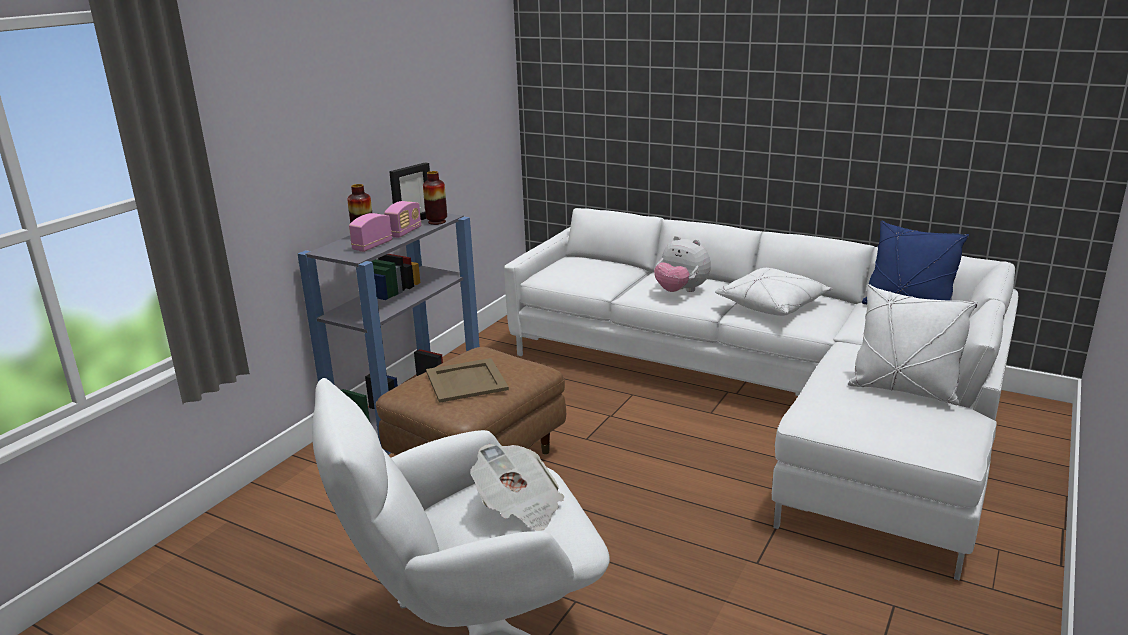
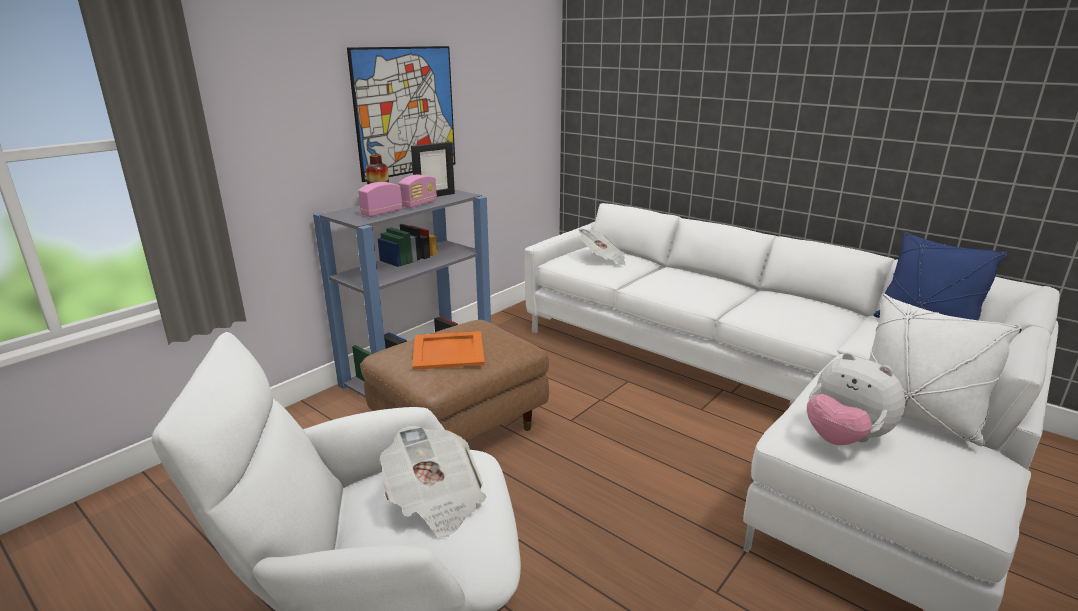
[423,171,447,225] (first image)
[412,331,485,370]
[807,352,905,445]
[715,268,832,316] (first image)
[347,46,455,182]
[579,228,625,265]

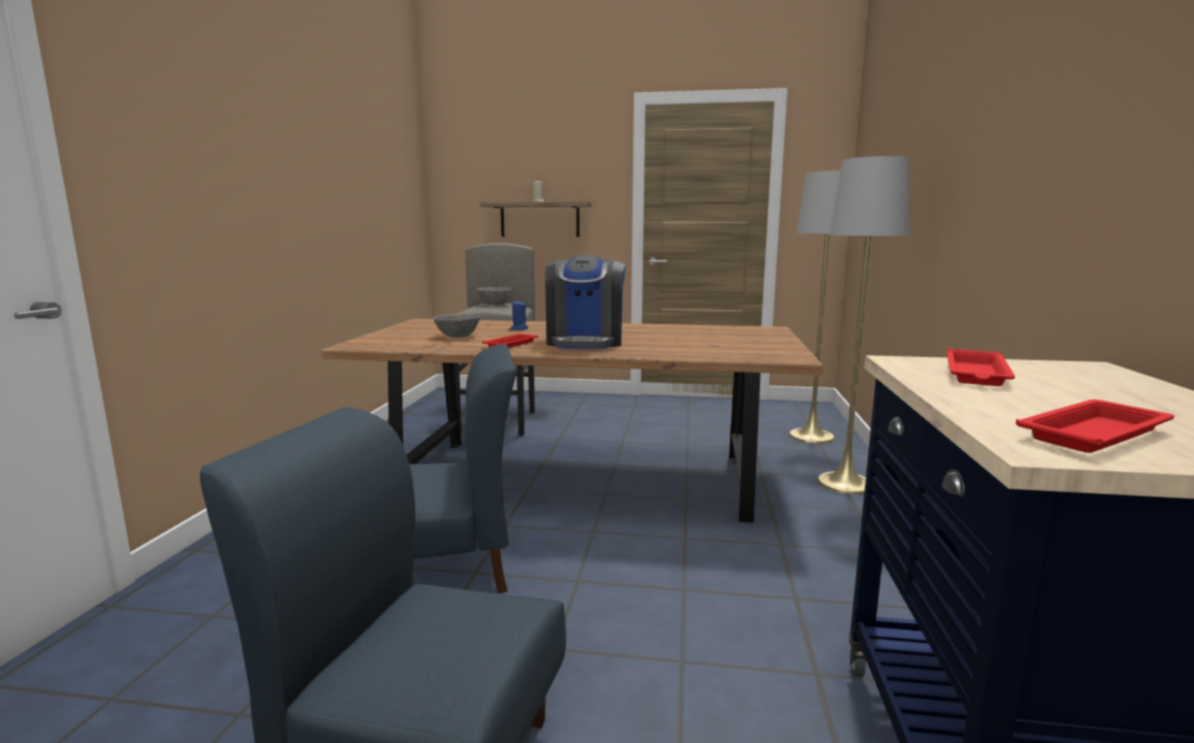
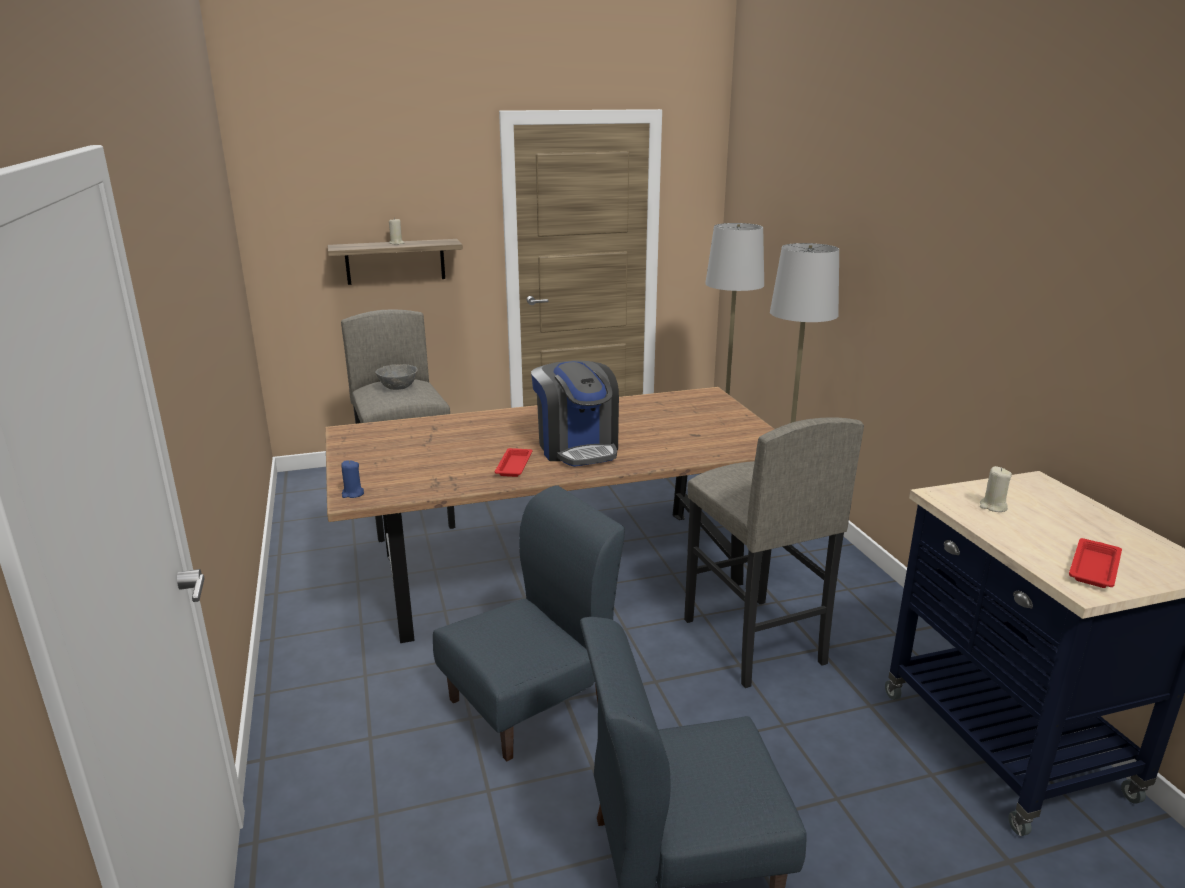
[433,314,480,338] (first image)
[341,460,364,498]
[980,466,1012,512]
[684,417,864,688]

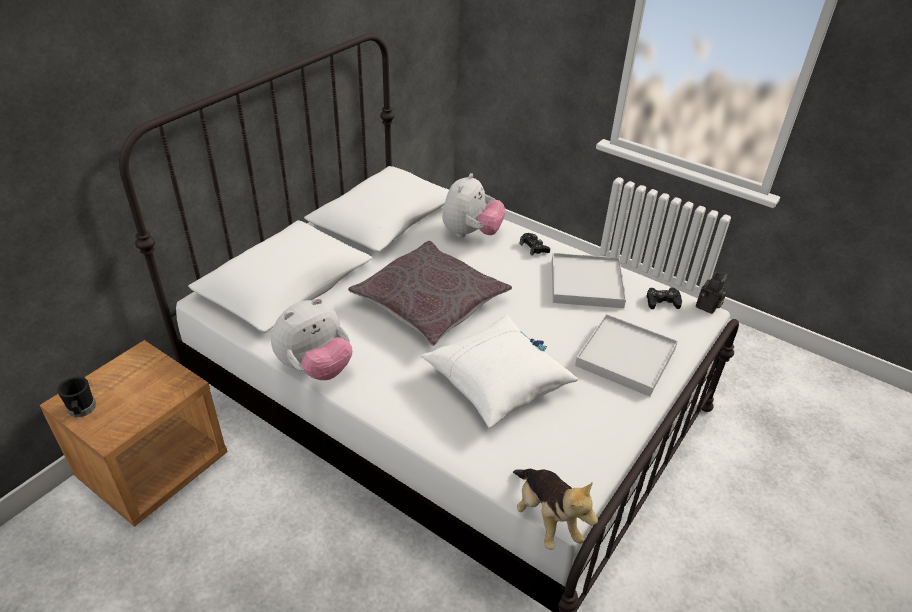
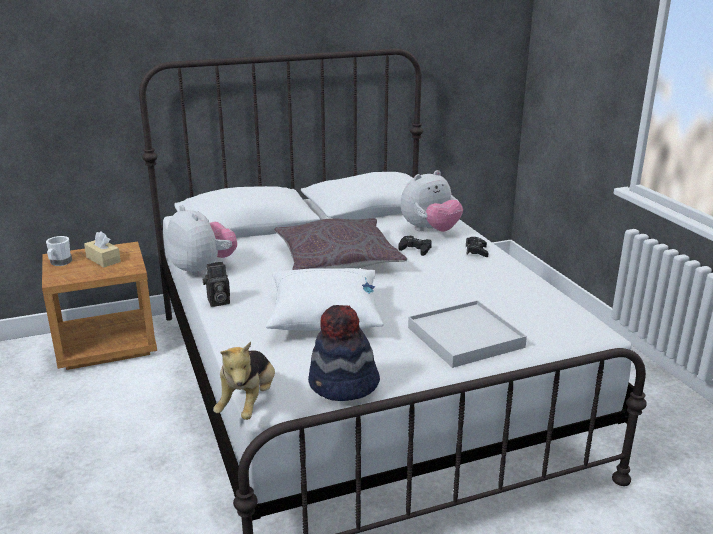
[46,236,72,266]
[167,205,237,277]
[552,253,626,308] (first image)
[399,236,432,256]
[203,262,230,307]
[84,231,121,267]
[308,305,380,401]

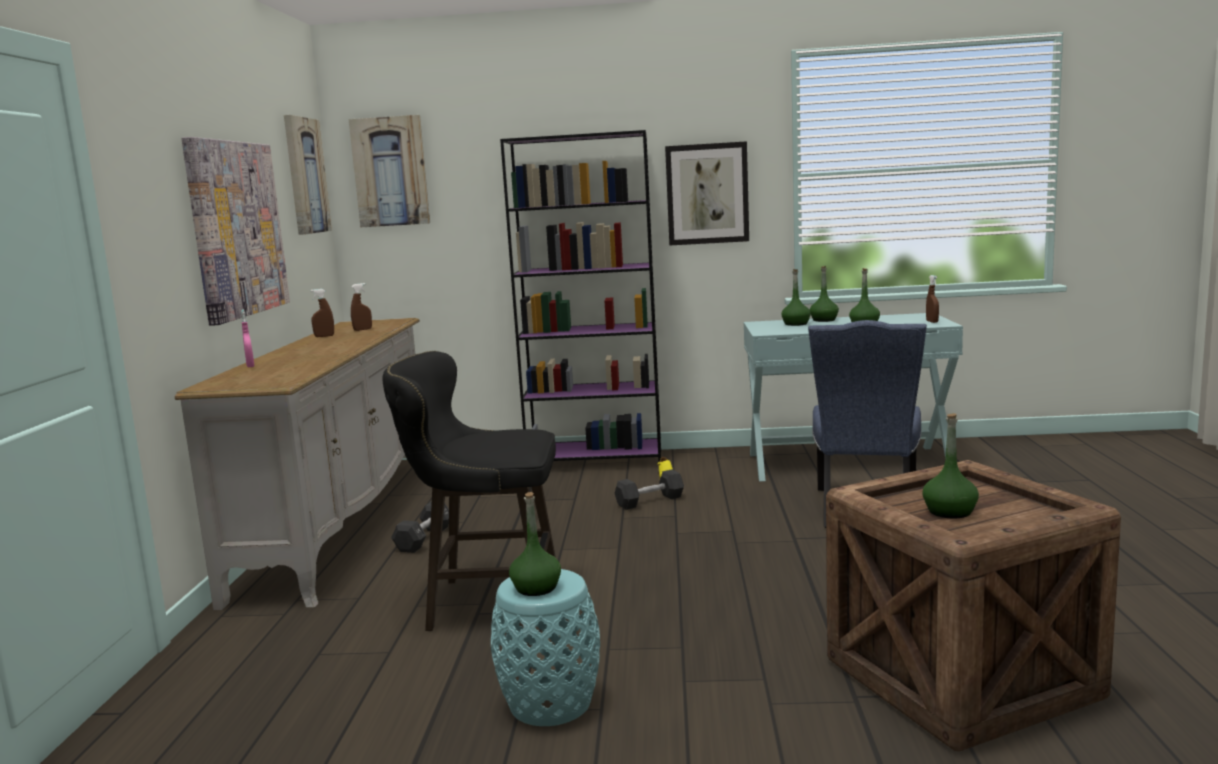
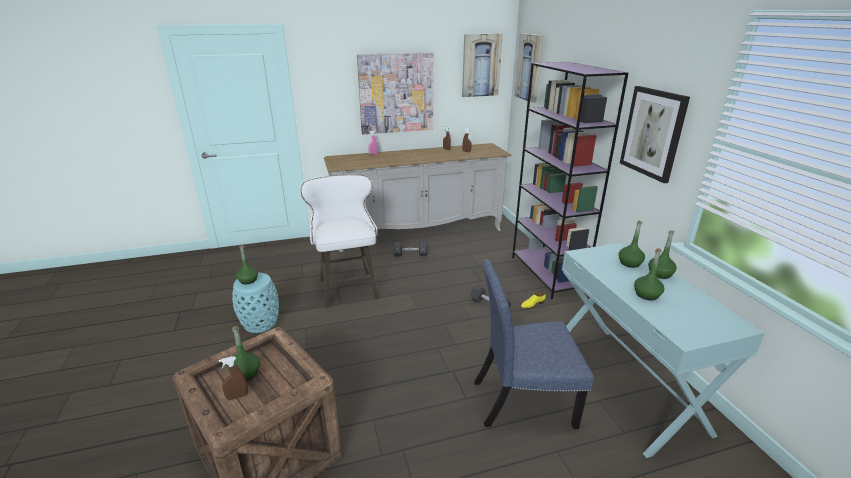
[299,175,378,308]
[218,356,248,400]

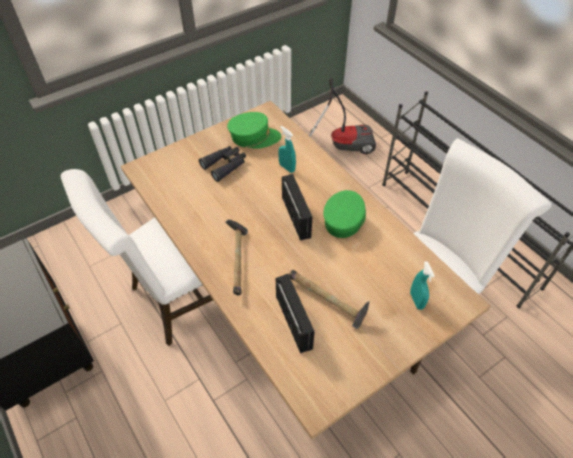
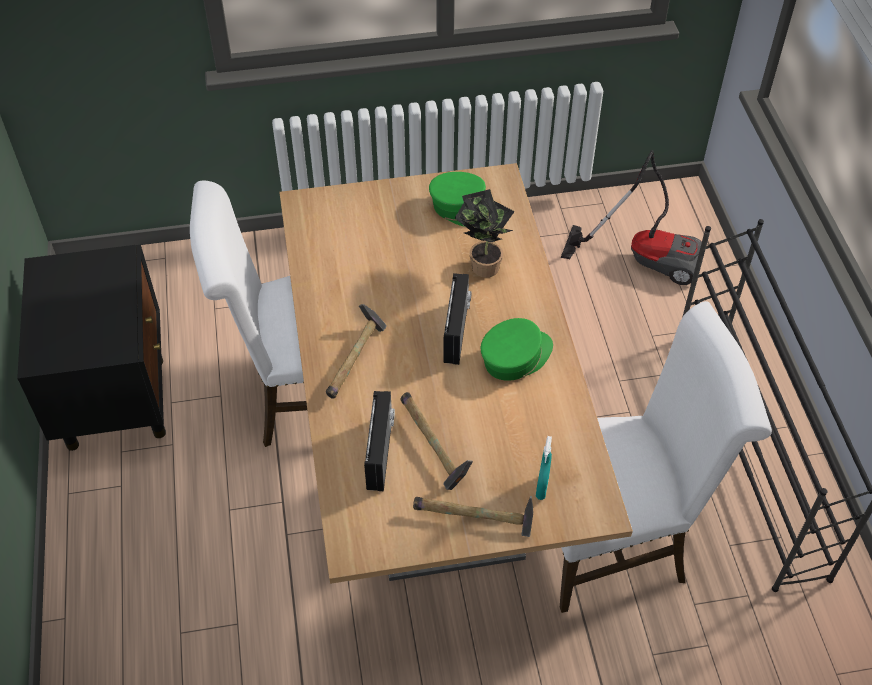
[199,146,246,182] (first image)
[455,189,515,277]
[413,496,533,537]

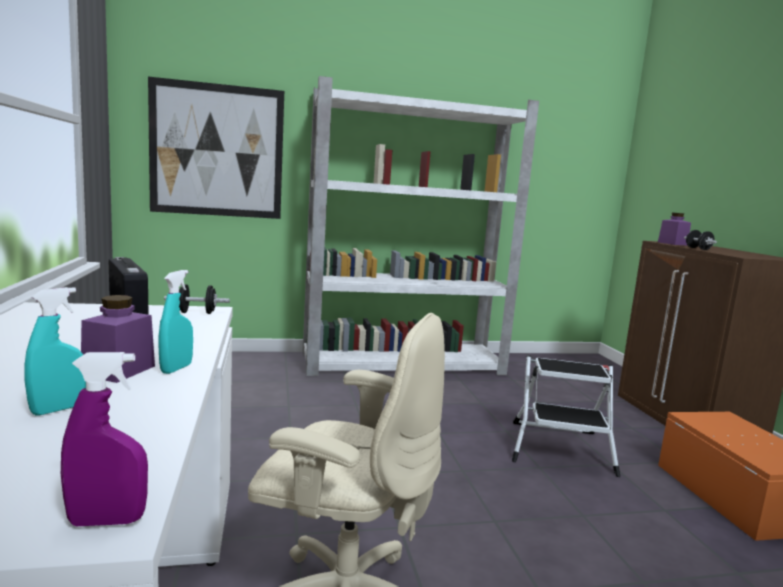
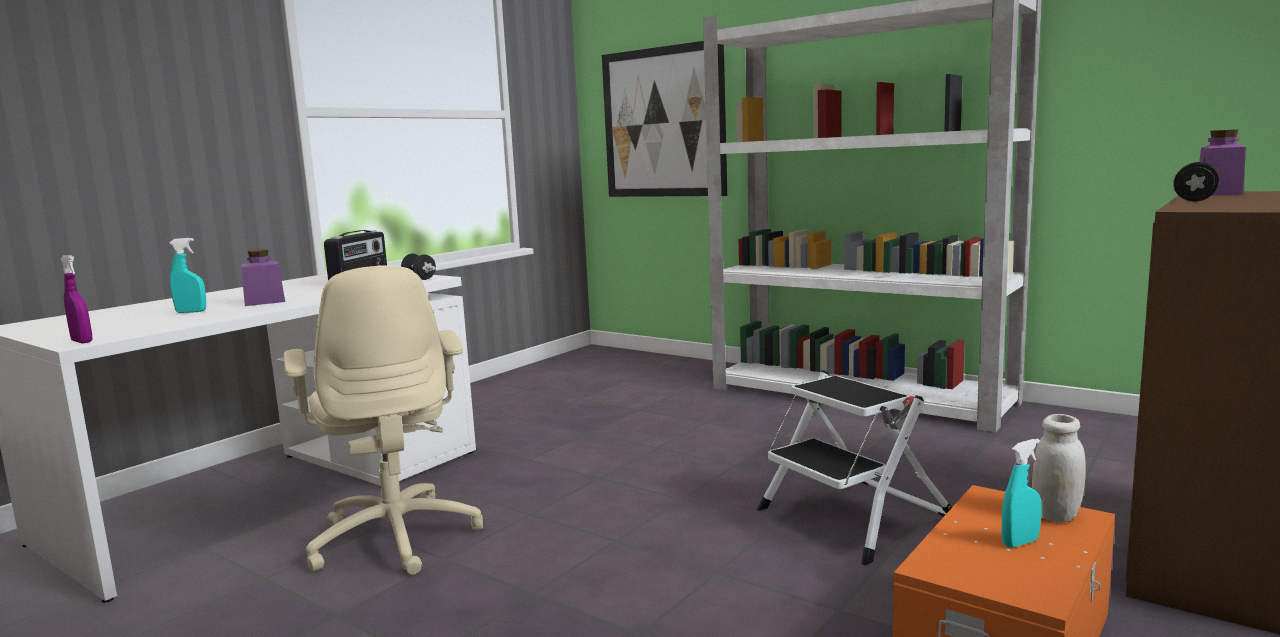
[1002,439,1042,548]
[1032,414,1086,523]

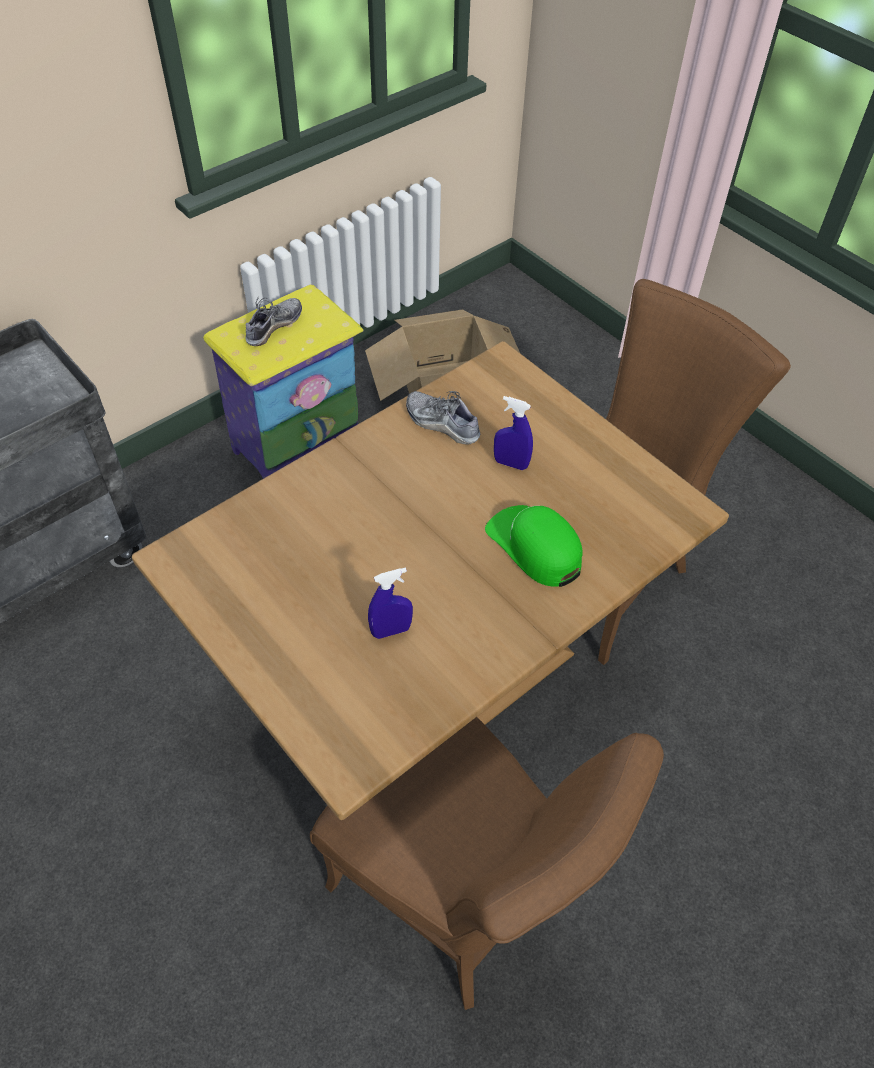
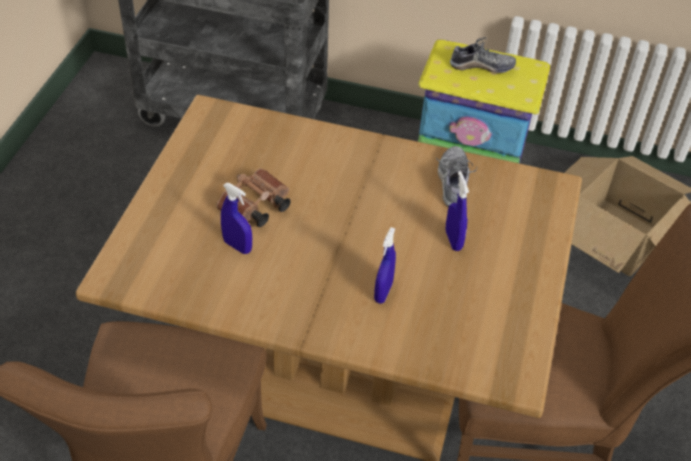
[374,227,396,303]
[216,168,291,227]

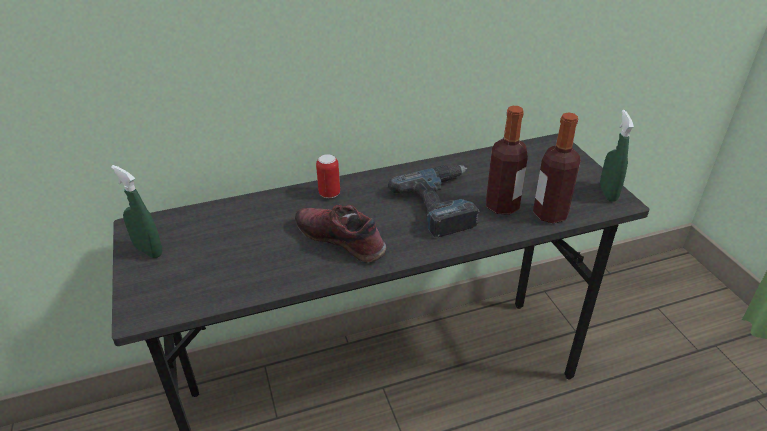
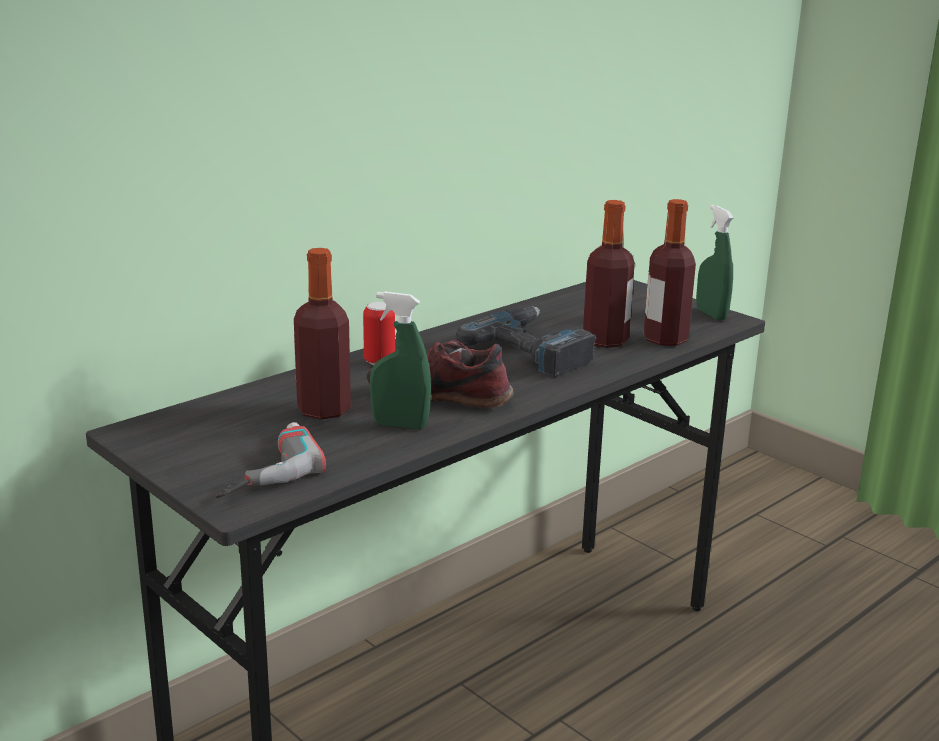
[370,292,431,429]
[216,422,326,498]
[294,248,351,420]

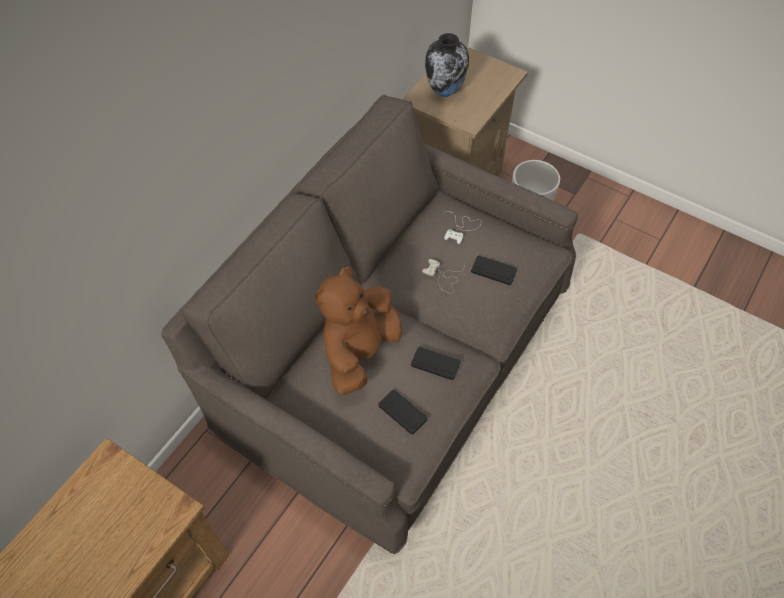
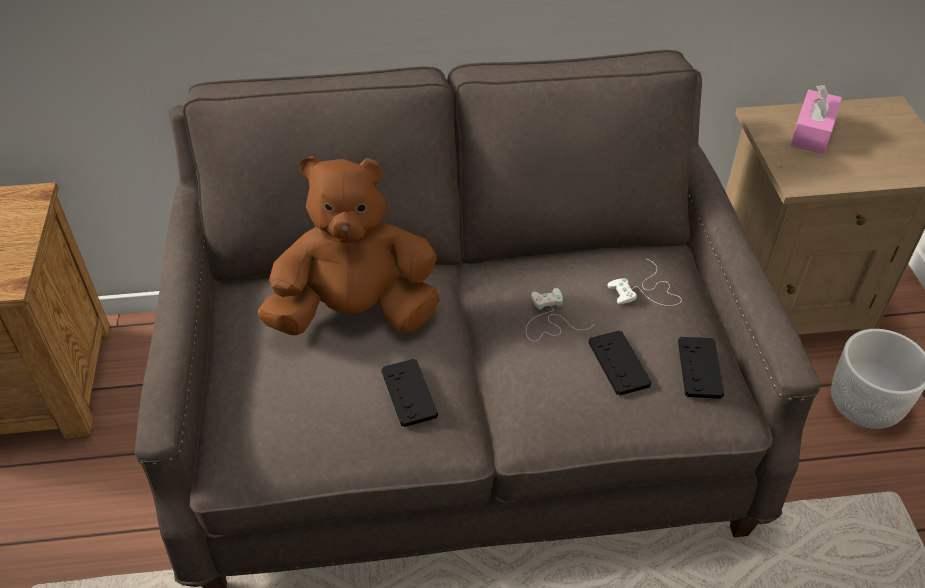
[678,337,724,399]
[790,85,842,154]

